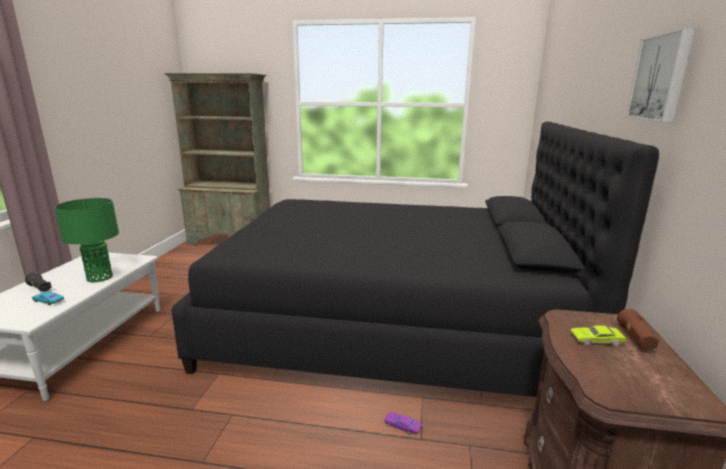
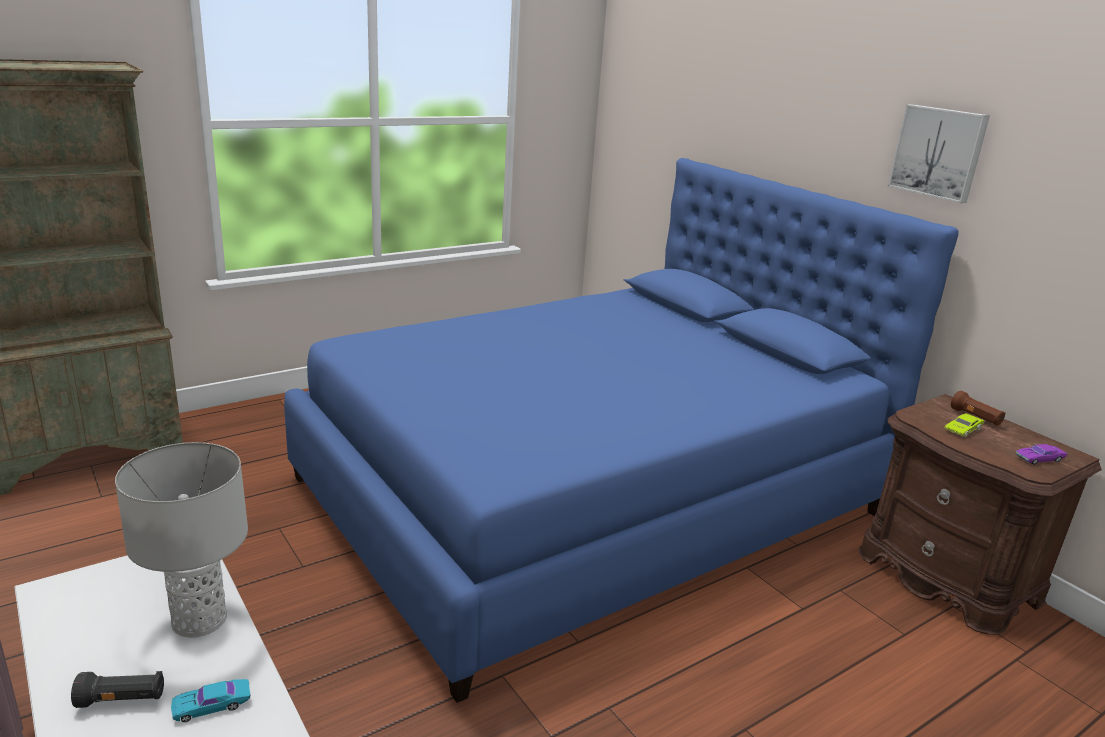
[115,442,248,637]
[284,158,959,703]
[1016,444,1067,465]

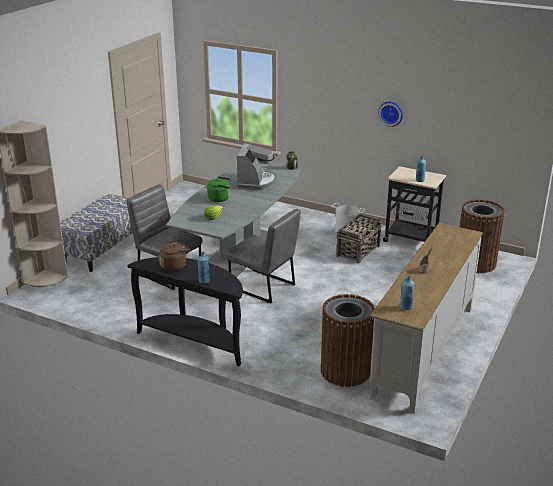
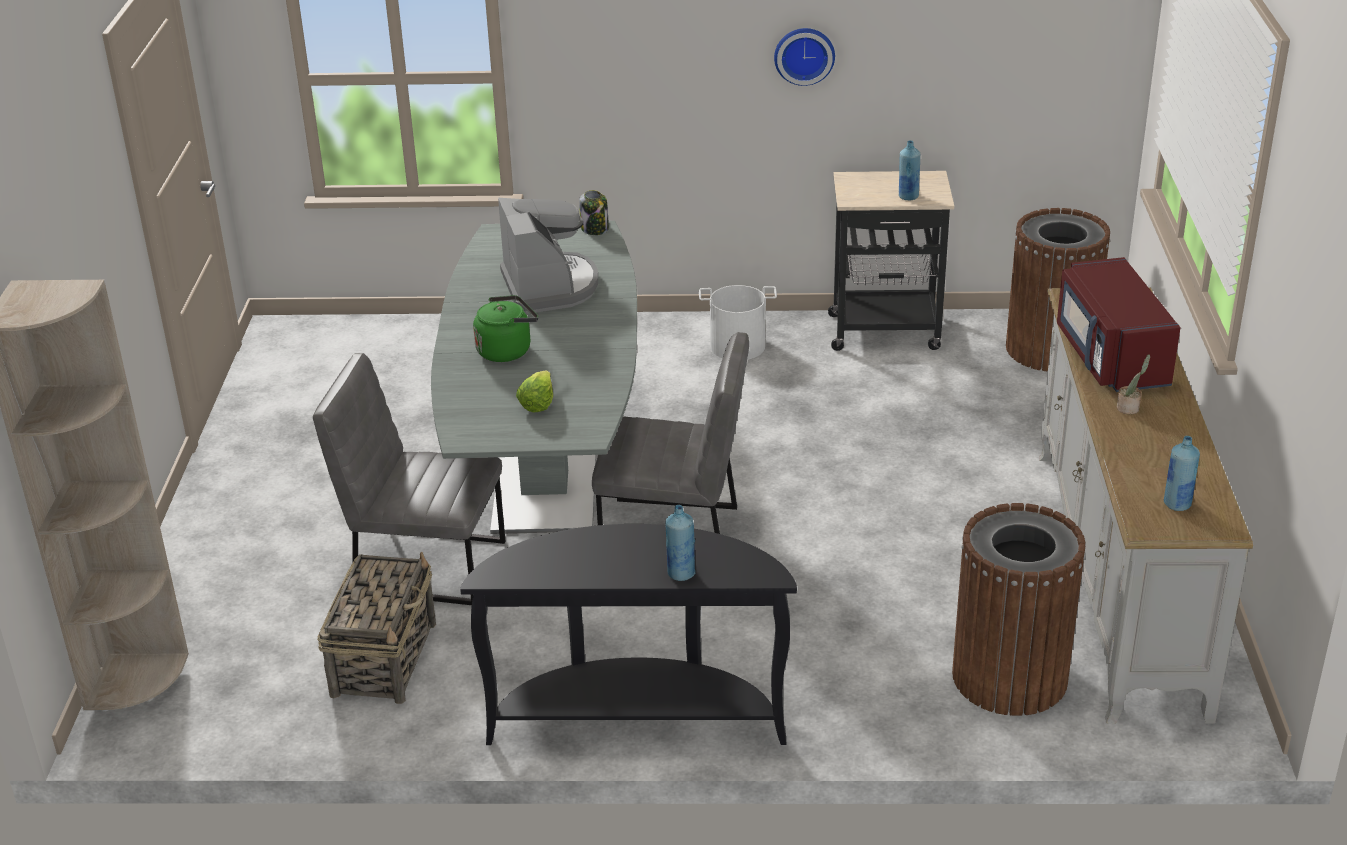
[60,194,133,272] (first image)
[159,240,190,271] (first image)
[317,551,436,704]
[1057,257,1181,392]

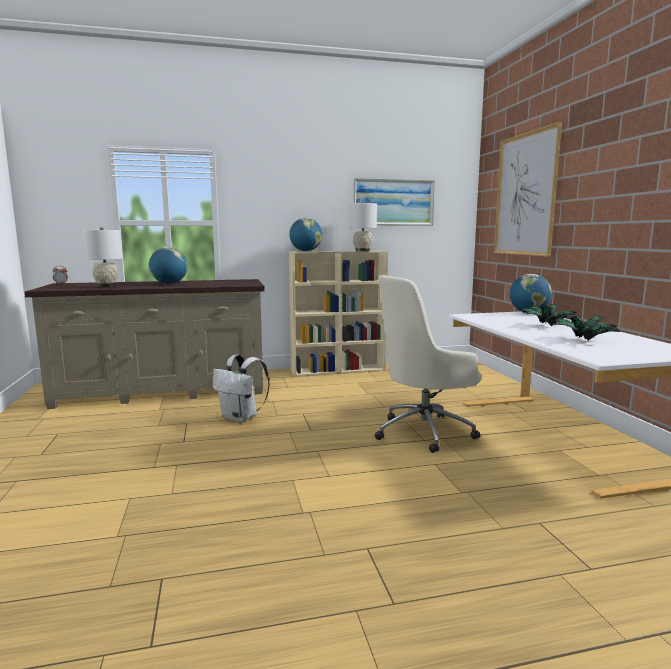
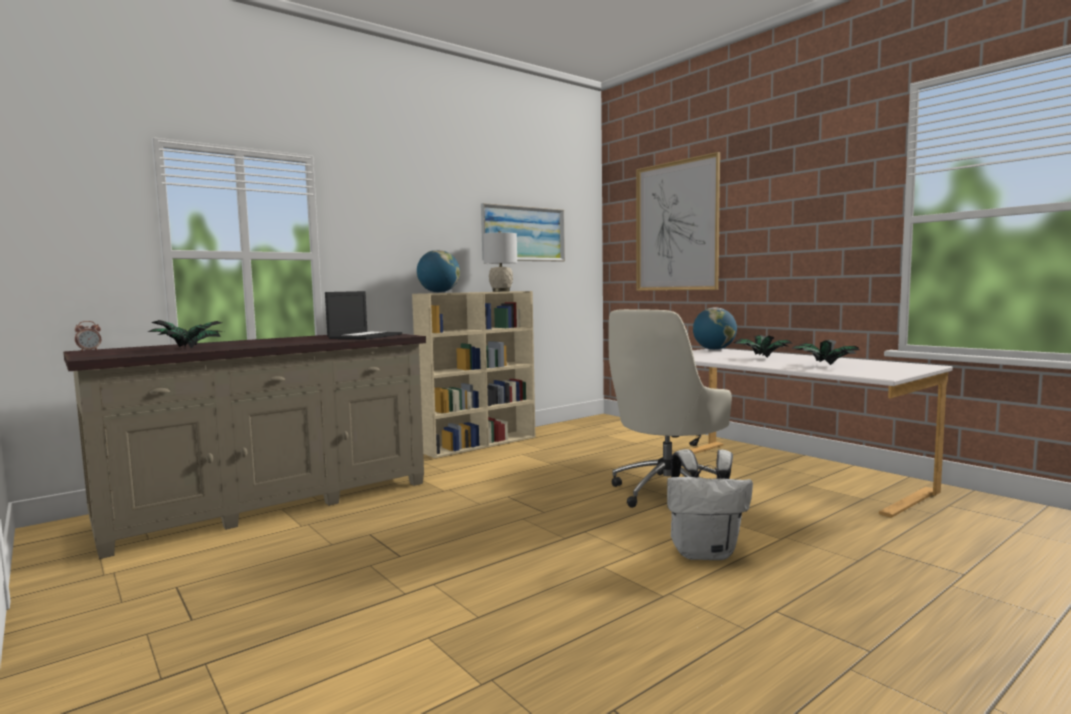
[148,320,224,349]
[149,247,188,284] (first image)
[667,449,753,560]
[325,291,402,339]

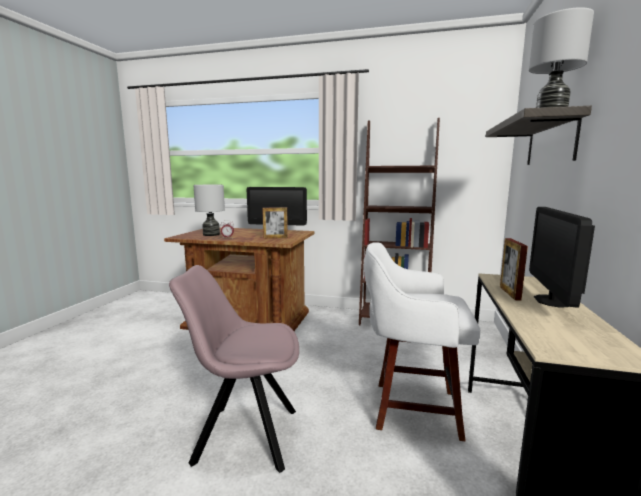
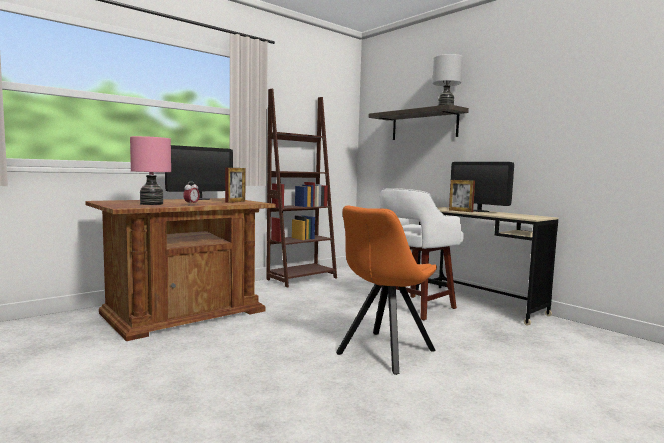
[336,206,437,375]
[130,136,171,205]

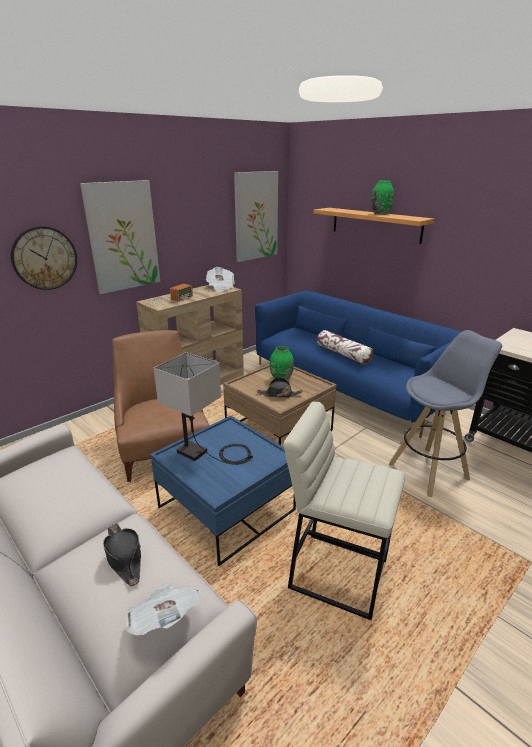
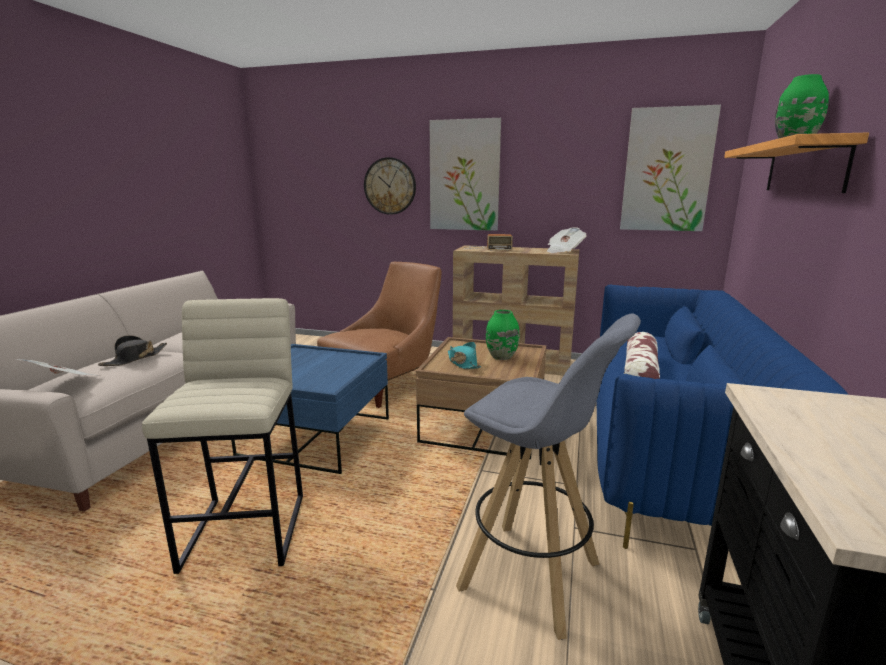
[154,352,253,465] (first image)
[448,342,481,369]

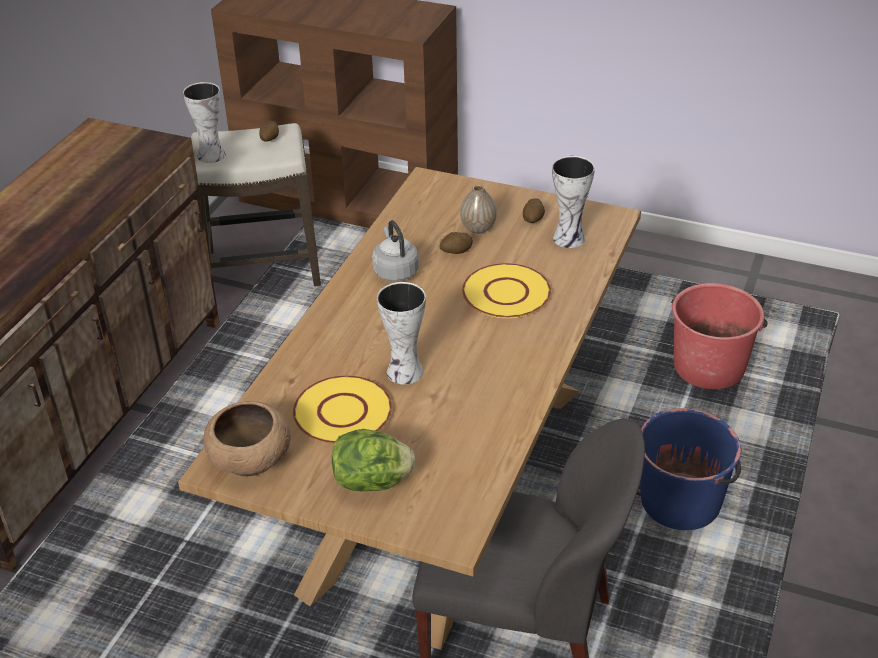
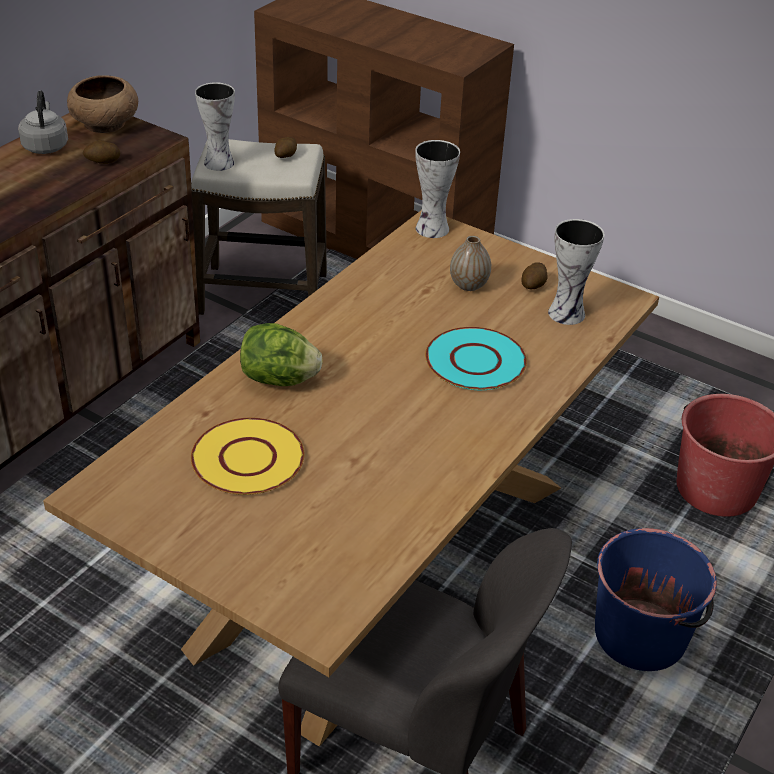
[67,75,138,133]
[240,323,323,386]
[18,90,68,154]
[415,140,460,238]
[83,140,120,164]
[425,327,527,390]

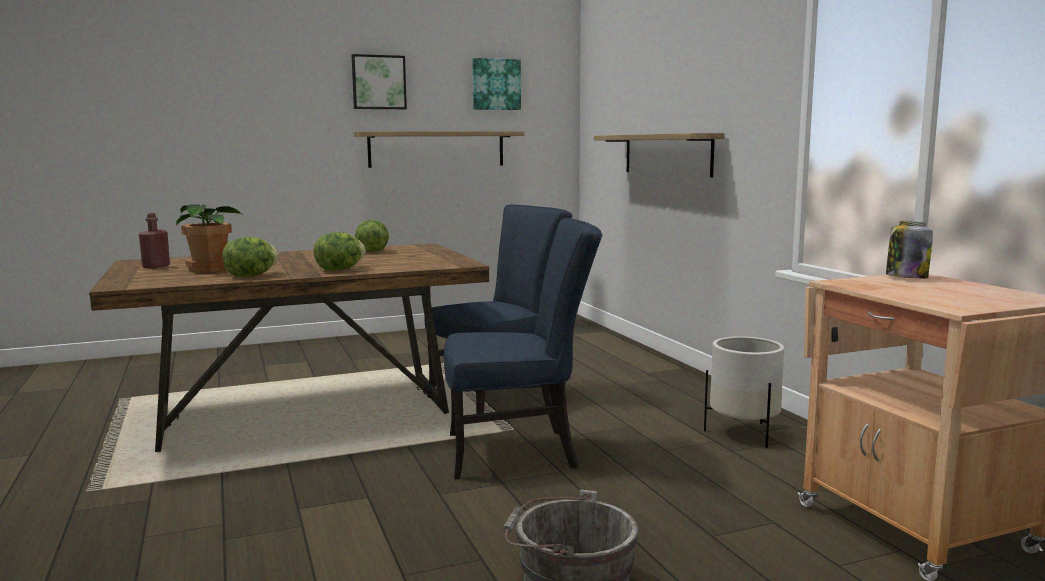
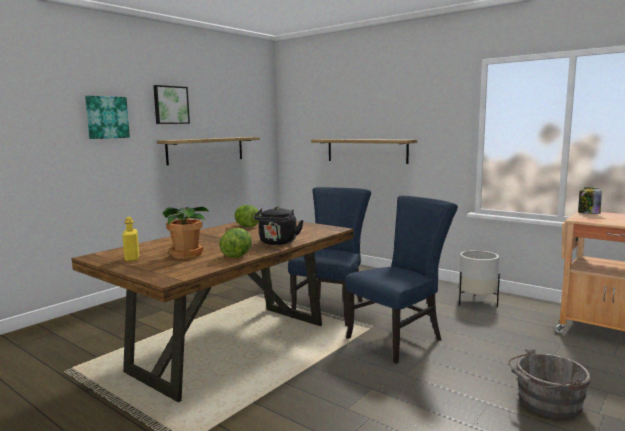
[122,217,139,261]
[254,206,304,245]
[85,96,130,139]

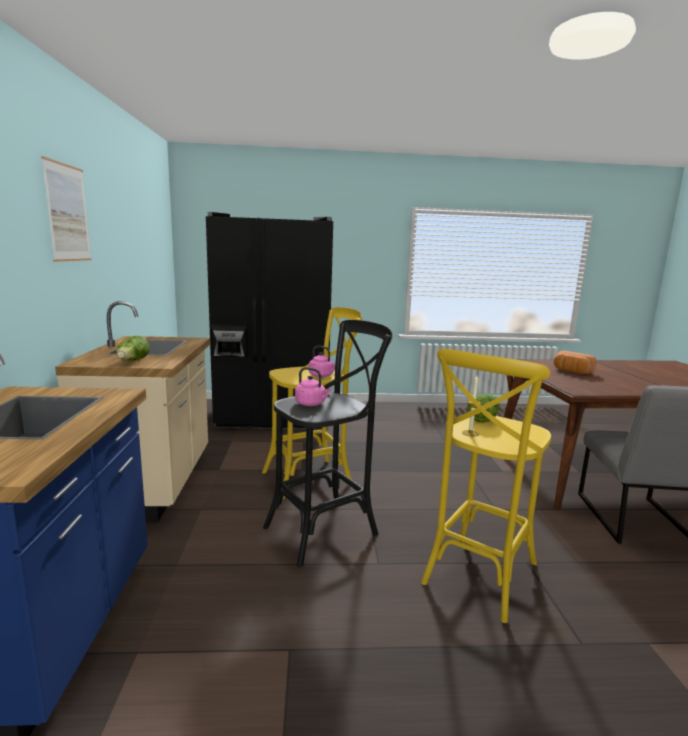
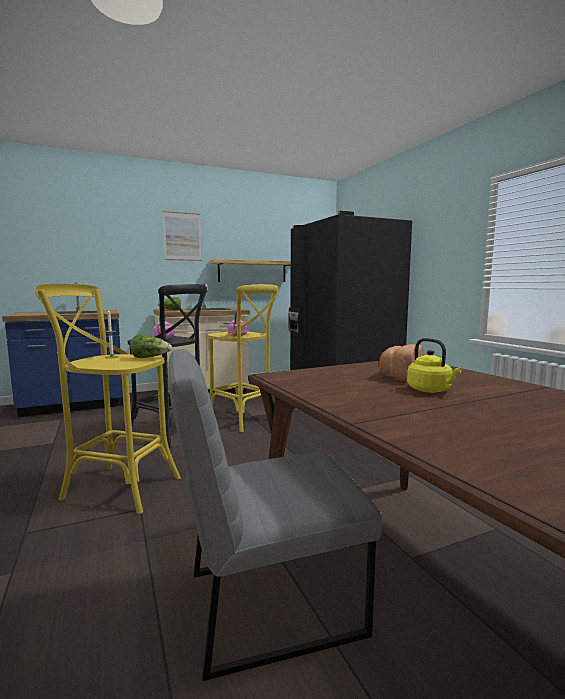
[210,259,291,282]
[407,338,462,393]

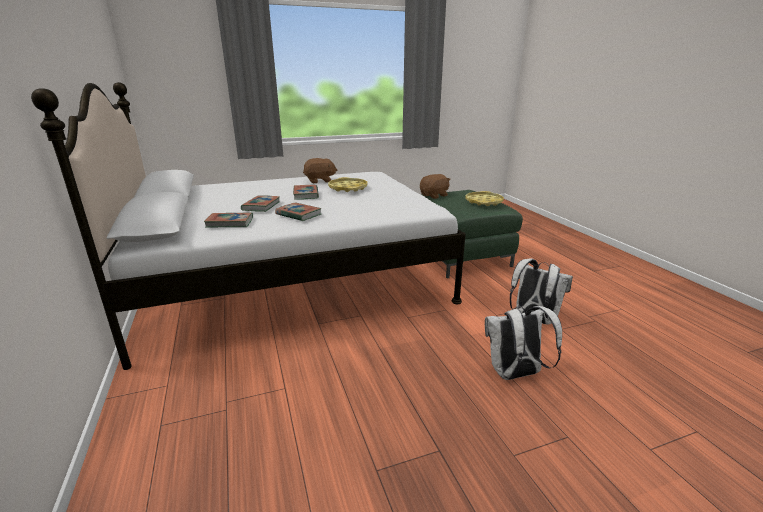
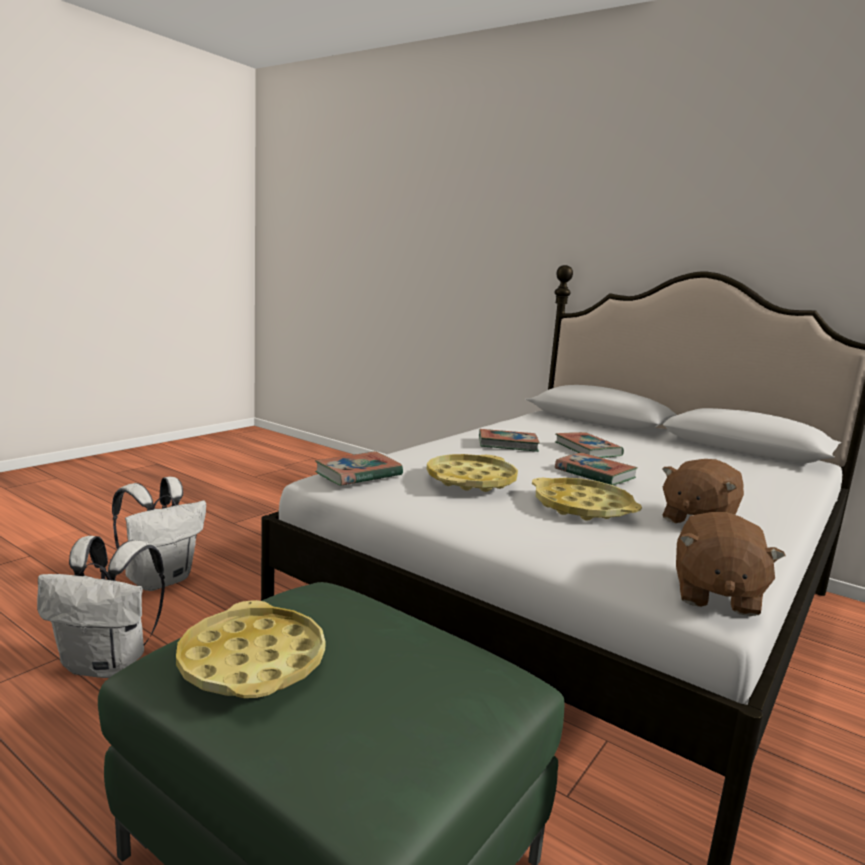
[315,451,403,486]
[676,512,785,616]
[427,454,518,492]

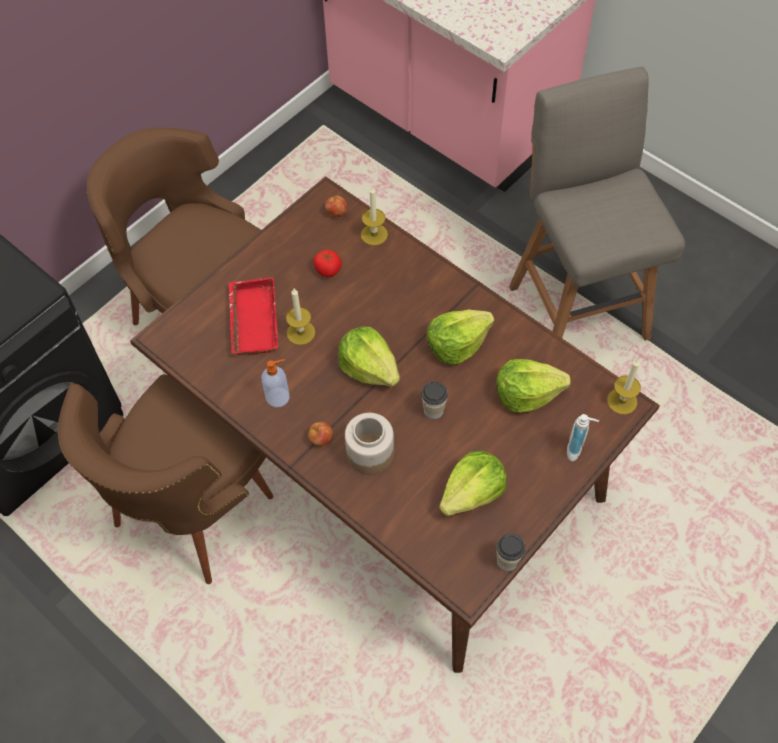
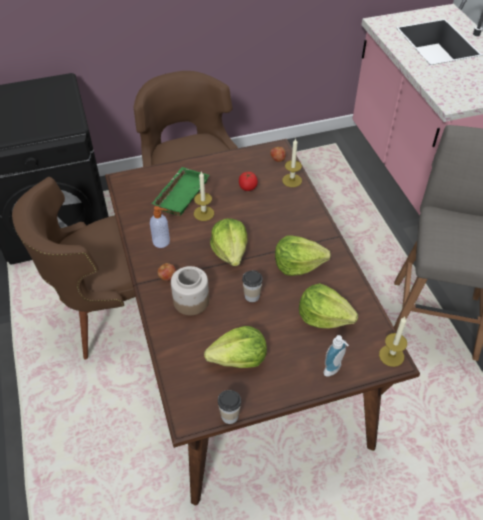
[152,167,209,216]

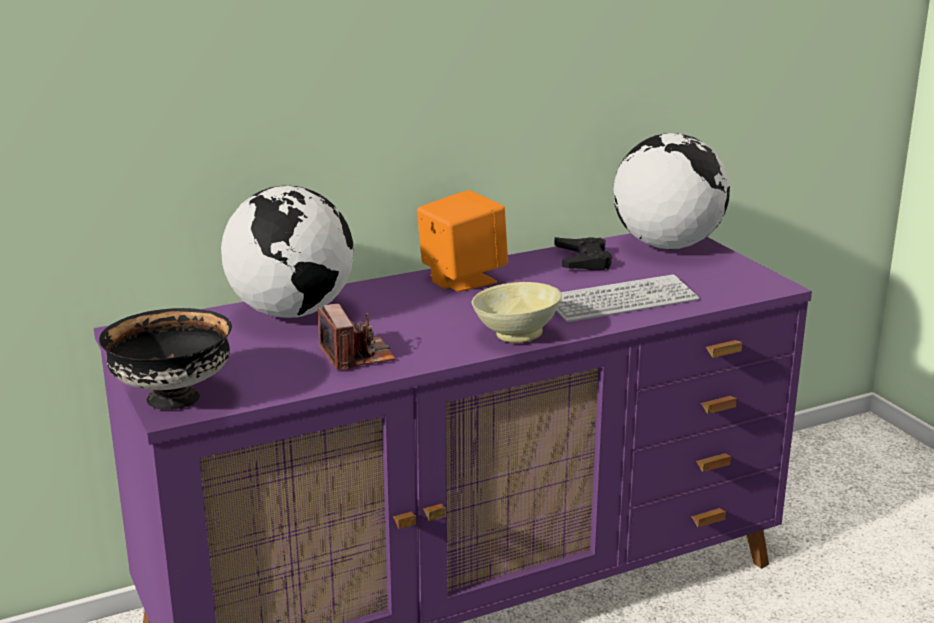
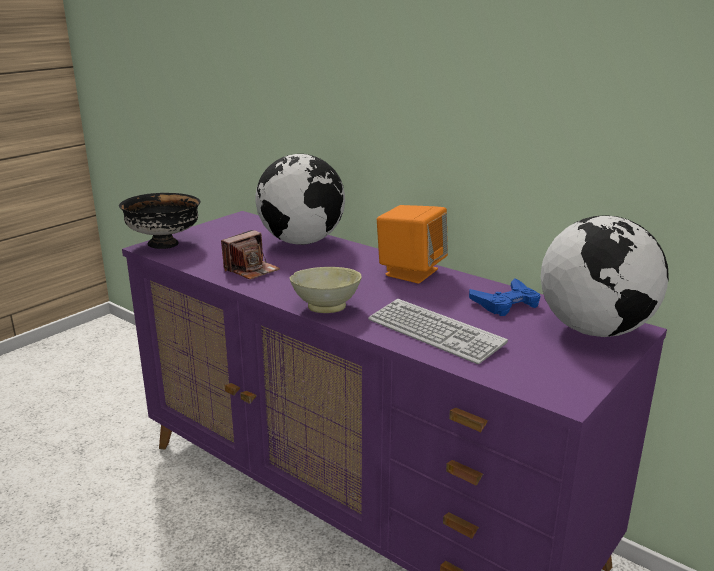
[469,279,541,316]

